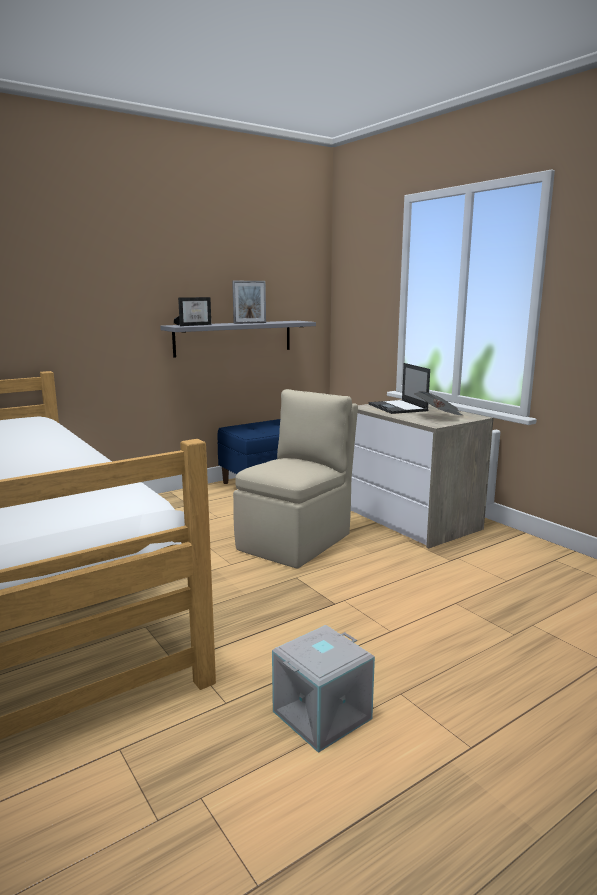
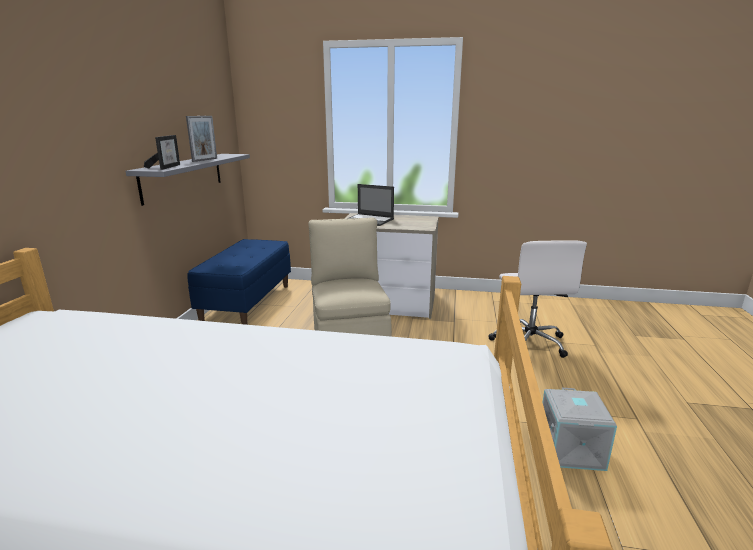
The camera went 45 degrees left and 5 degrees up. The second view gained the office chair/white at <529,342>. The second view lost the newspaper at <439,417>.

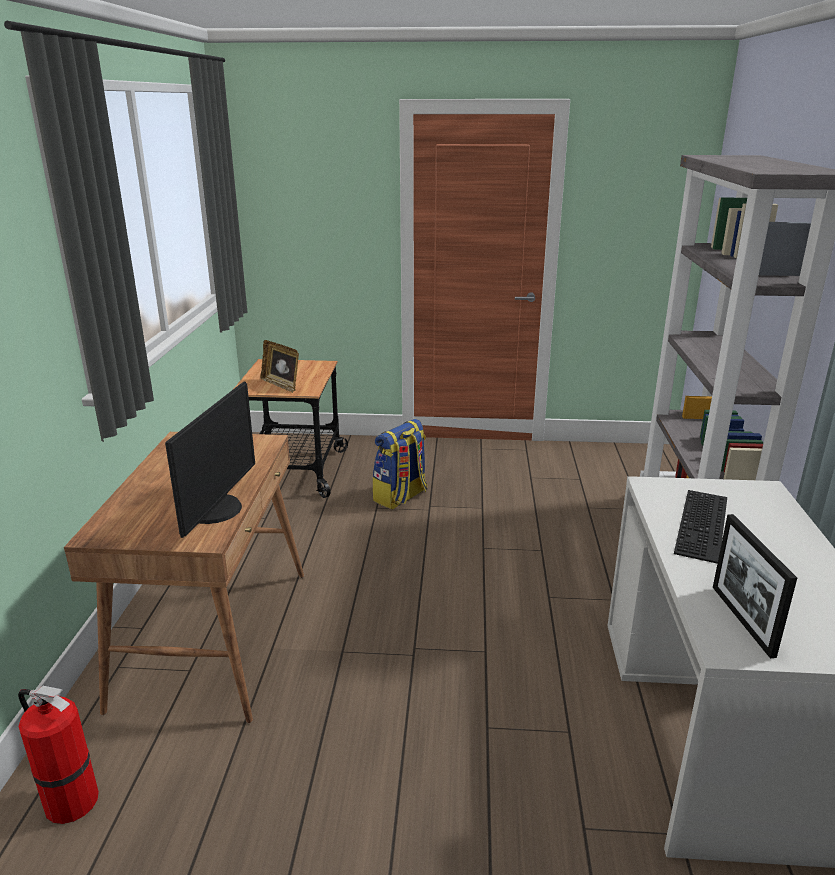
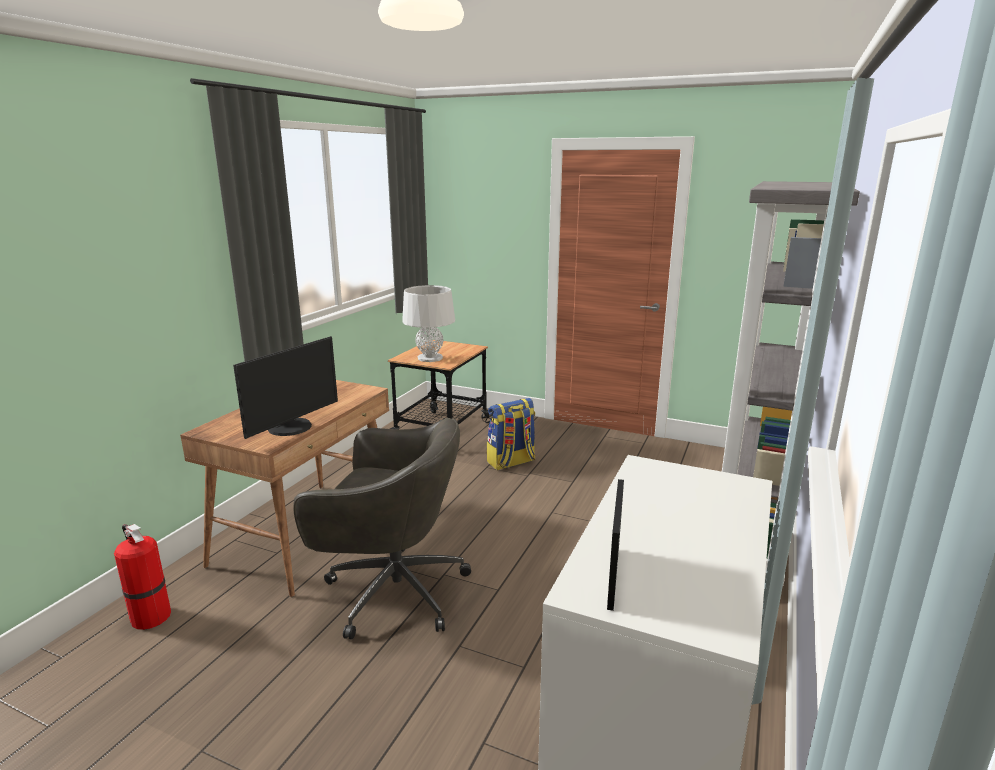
The camera went 20 degrees right and 5 degrees down. The second view gained the office chair/grey at <392,591>. Where the picture frame stood at <281,385>, the table lamp/grey came to stand at <430,358>. The second view lost the keyboard at <704,525>.

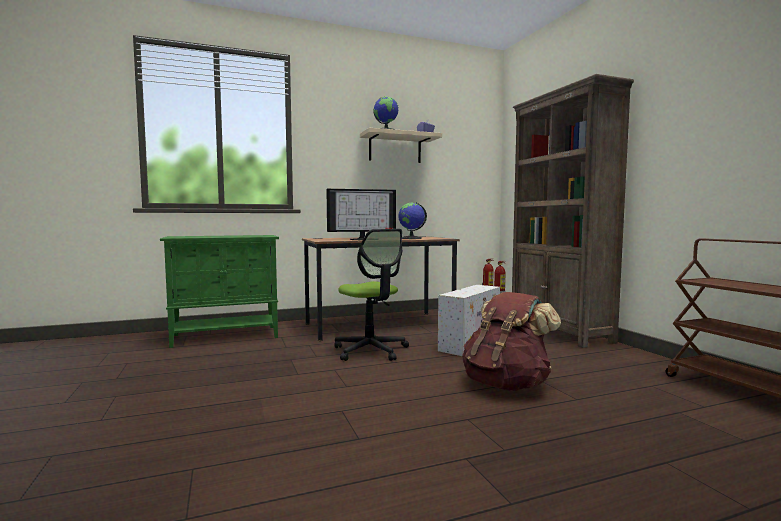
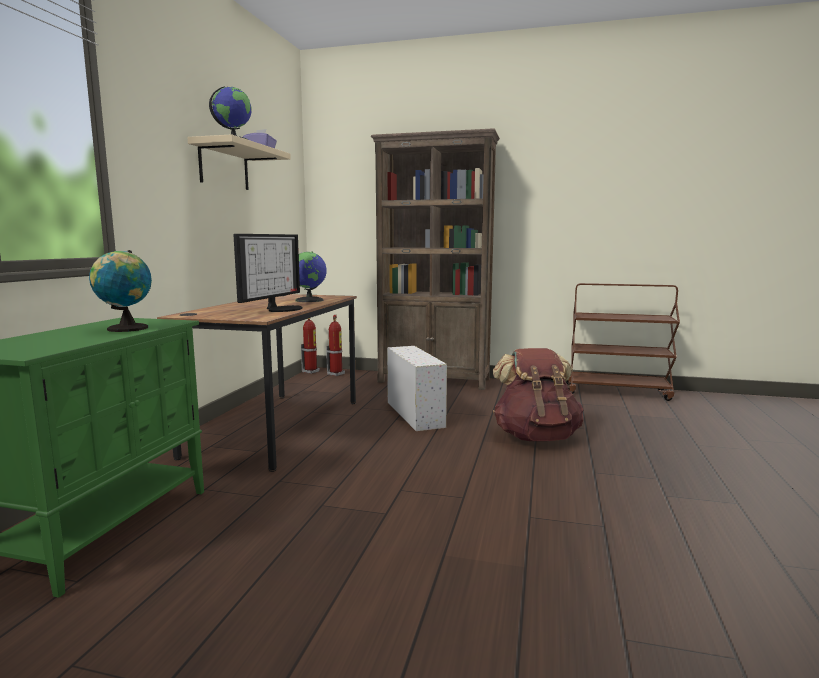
The camera went 55 degrees left and 5 degrees up. The second view gained the globe at <125,329>. The second view lost the office chair at <370,350>.

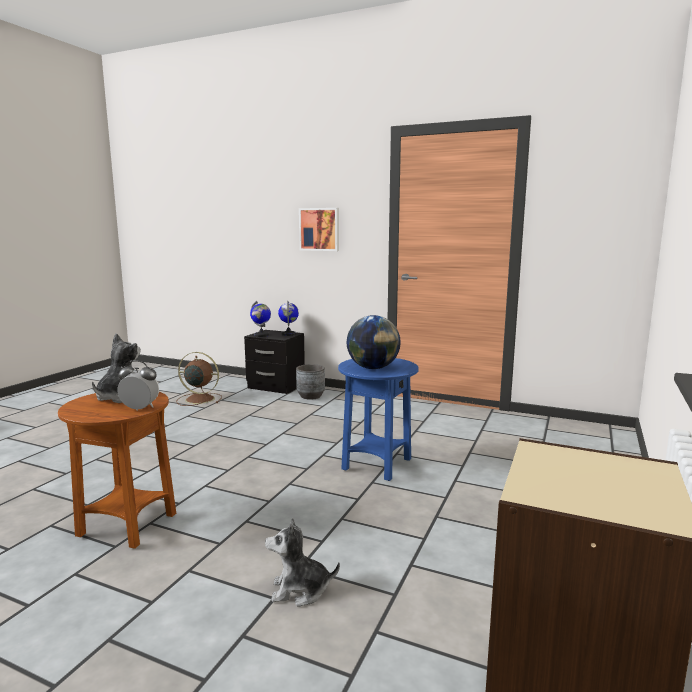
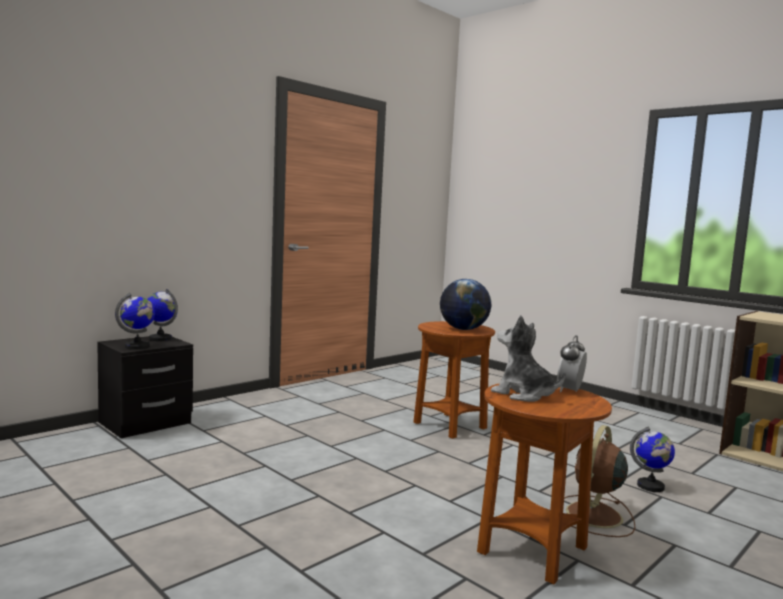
The camera went 70 degrees left and 5 degrees down. What was the side table/blue at <376,465> turned into the side table/brown at <449,426>. The fan/brown ended up elsewhere, having gone from <198,399> to <593,516>. Where the plush toy stood at <300,590>, the globe came to stand at <650,486>. The second view lost the planter/grey at <311,396>. The second view lost the picture at <320,229>.

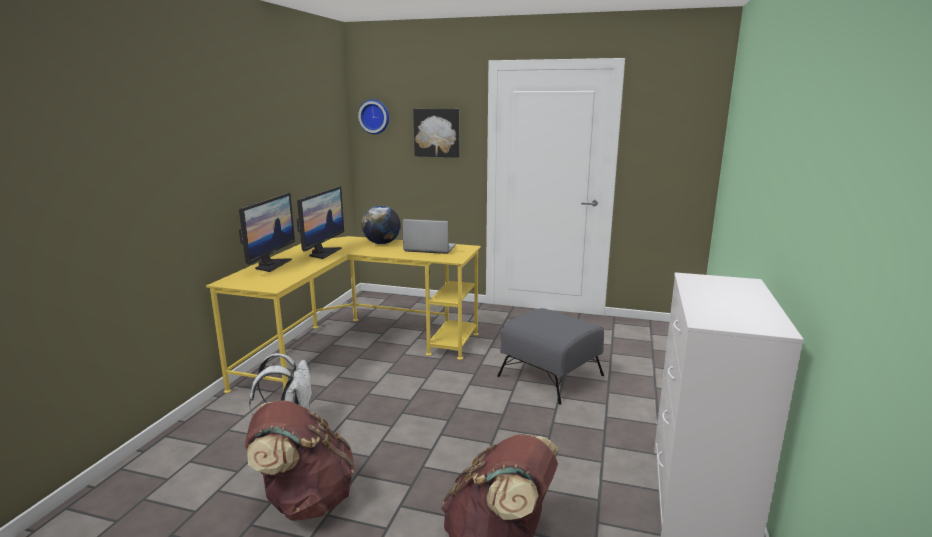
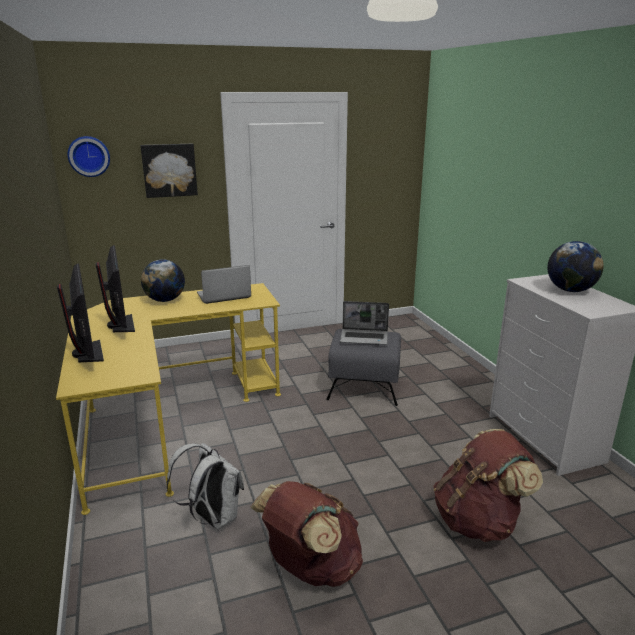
The camera went 35 degrees left and 5 degrees up. The second view gained the laptop at <365,338>. The second view gained the globe at <570,290>.

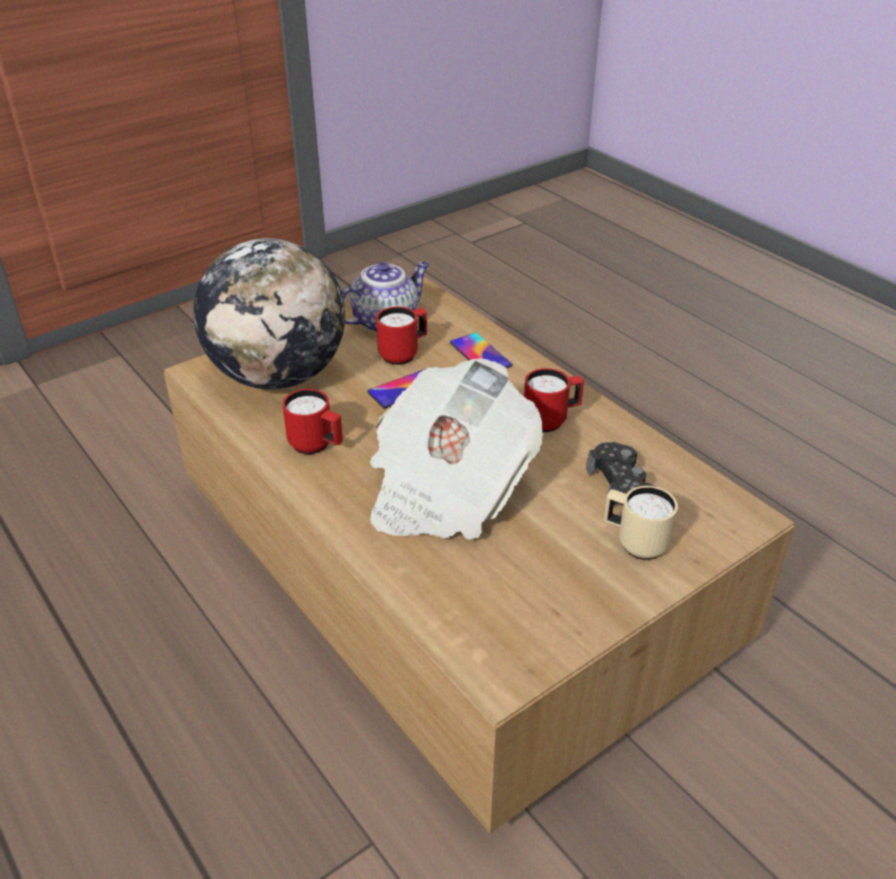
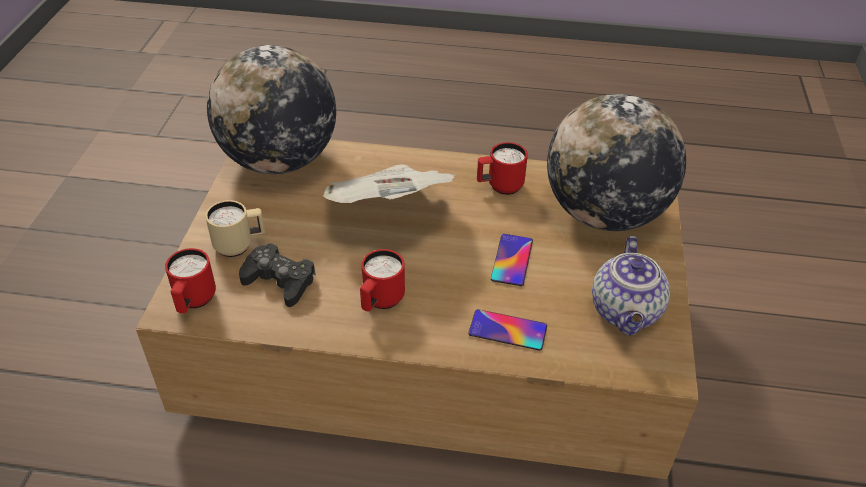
The camera went 135 degrees right and 5 degrees up. The mug/red ended up elsewhere, having gone from <403,354> to <194,302>. The second view gained the globe at <279,160>.

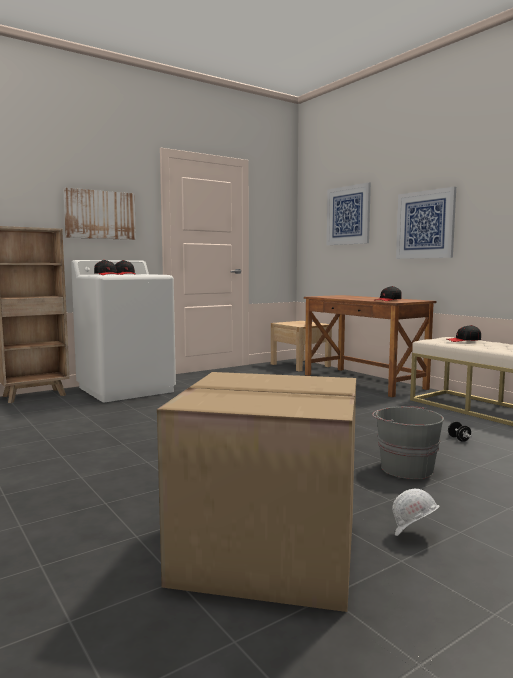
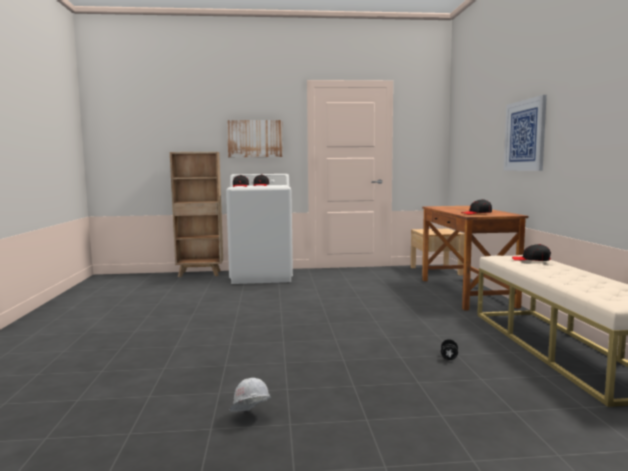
The camera went 30 degrees right and 0 degrees up. The second view lost the cardboard box at <265,550>. The second view lost the picture at <348,215>. The second view lost the bucket/grey at <405,468>.

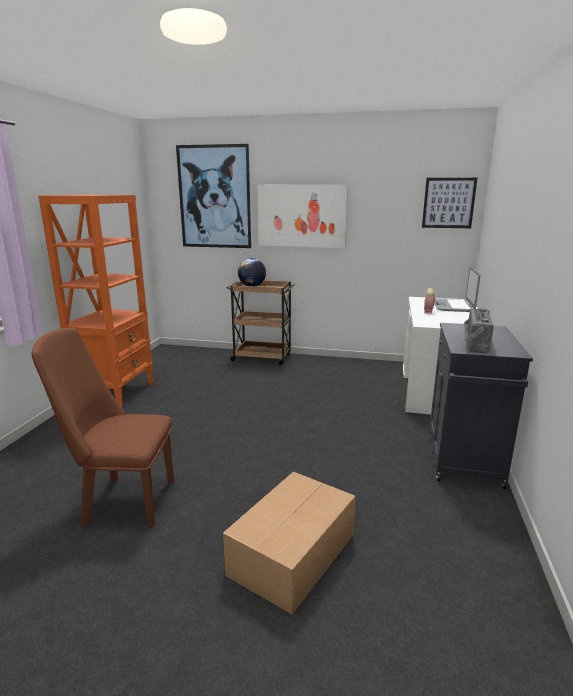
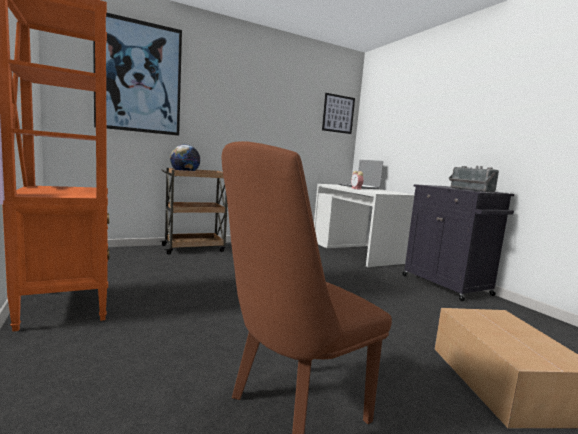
The camera went 40 degrees left and 10 degrees down. The second view lost the picture at <301,216>.

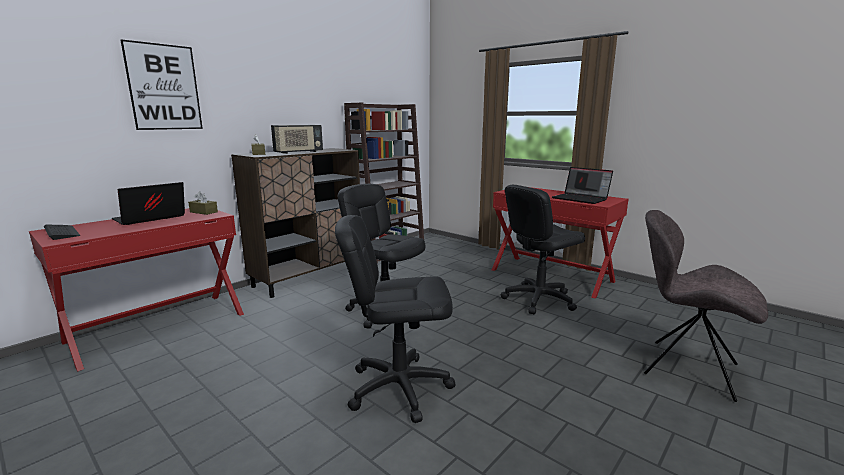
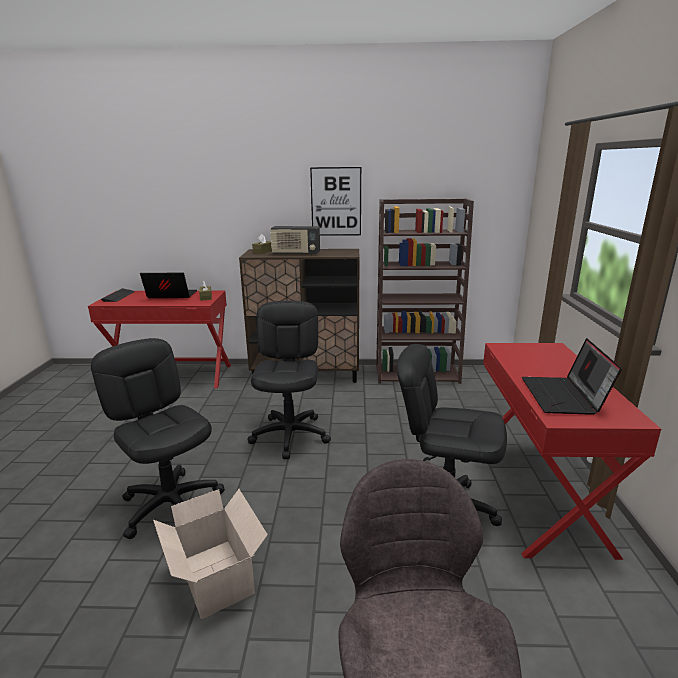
The camera went 50 degrees right and 5 degrees up. The second view gained the cardboard box at <216,579>. The picture ended up elsewhere, having gone from <164,87> to <336,202>.

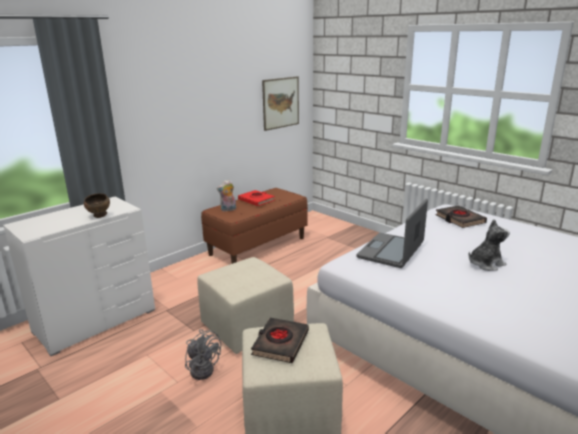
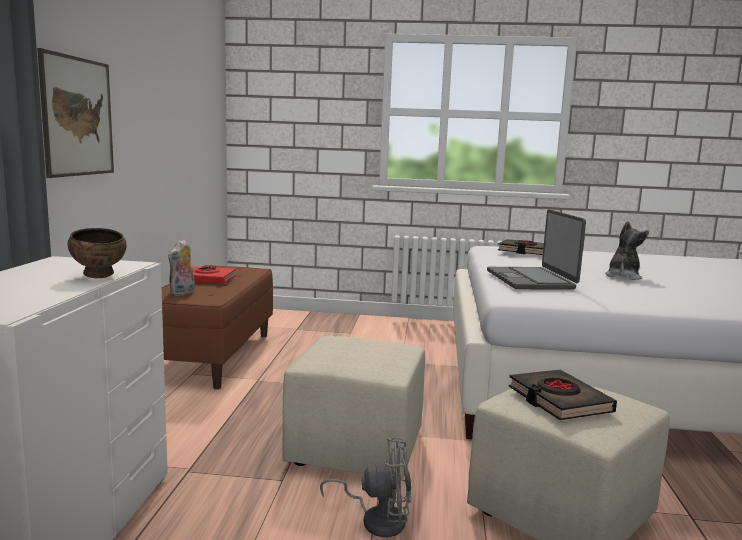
The camera went 40 degrees left and 10 degrees down. The picture ended up elsewhere, having gone from <281,103> to <78,117>.

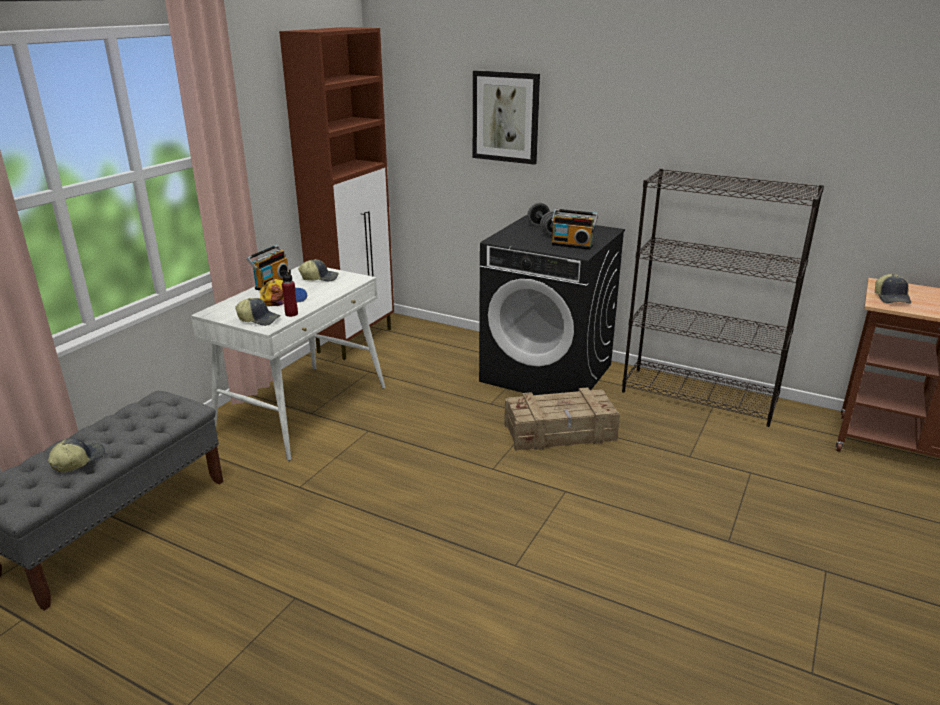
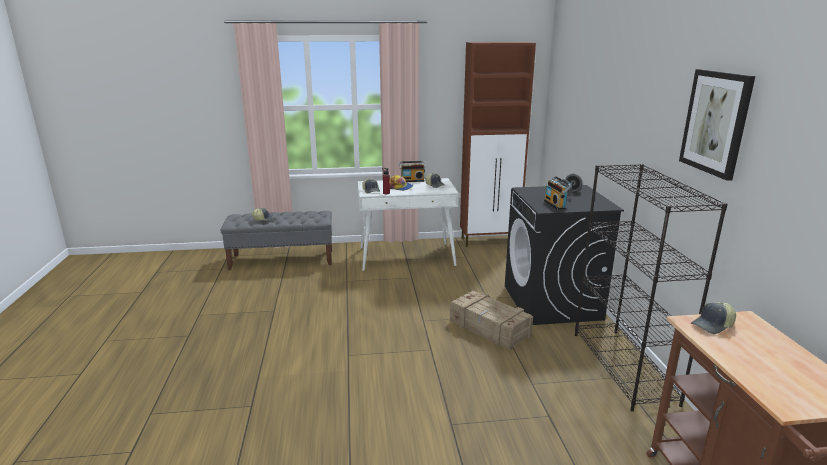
The camera went 55 degrees right and 5 degrees down. The picture ended up elsewhere, having gone from <506,117> to <716,122>.

